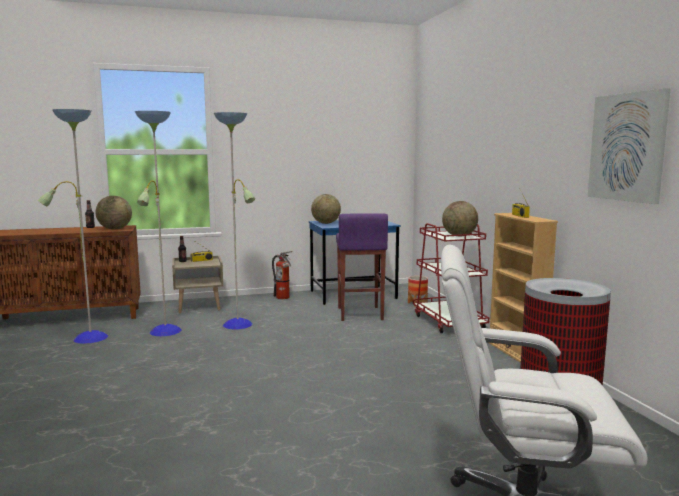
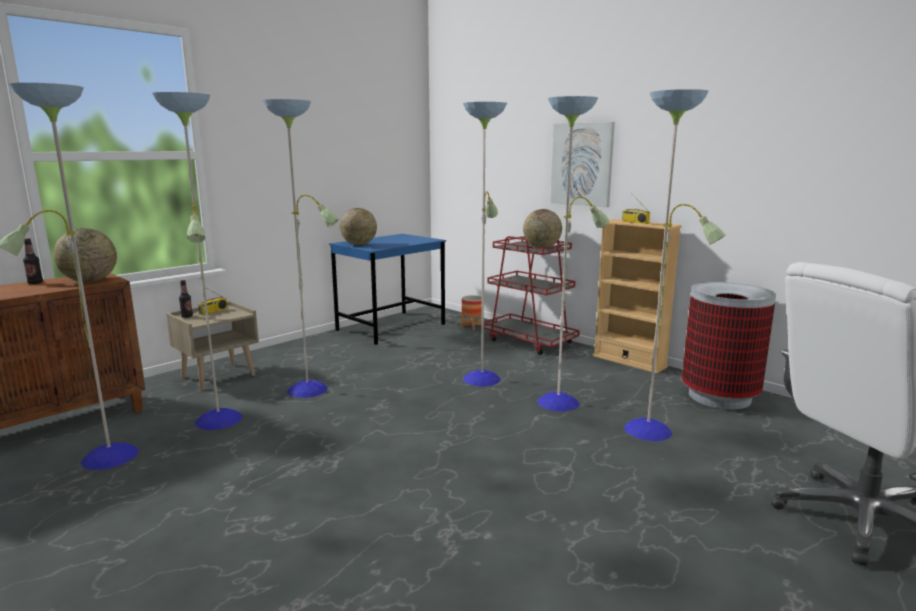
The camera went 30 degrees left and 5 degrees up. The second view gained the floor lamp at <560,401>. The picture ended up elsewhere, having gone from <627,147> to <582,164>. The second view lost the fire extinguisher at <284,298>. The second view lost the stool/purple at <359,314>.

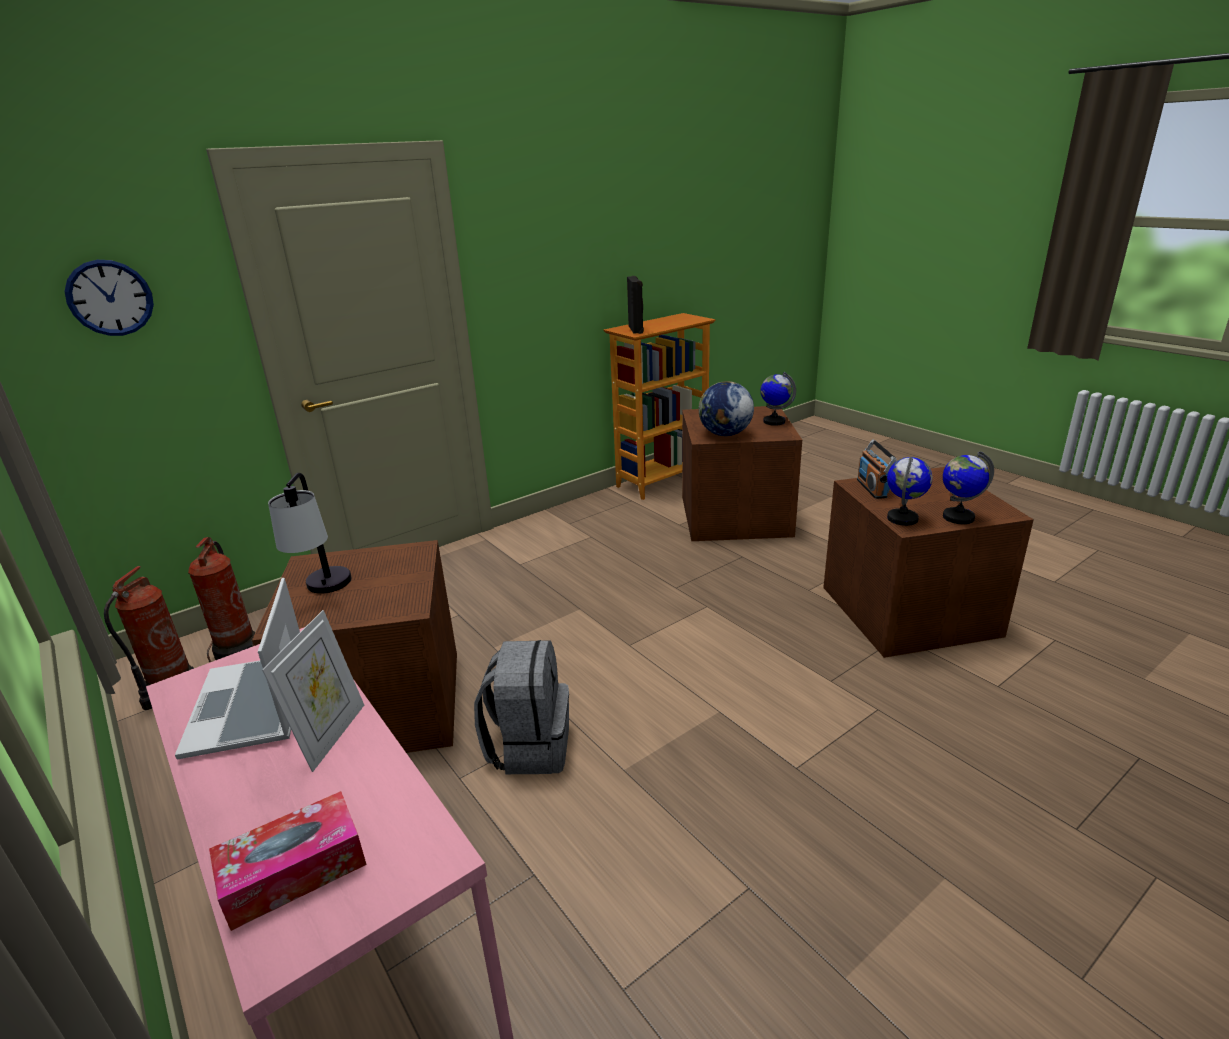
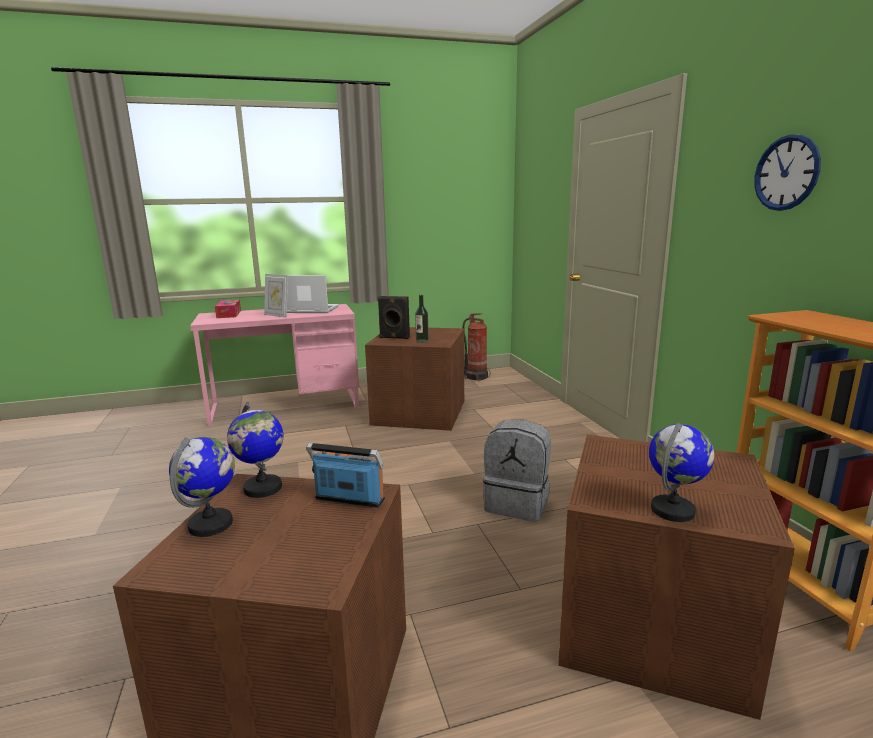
The camera went 110 degrees right and 10 degrees down. The speaker/black ended up elsewhere, having gone from <636,329> to <394,338>. The second view gained the bottle at <422,341>. The backpack/grey ended up elsewhere, having gone from <529,746> to <517,503>. The wall clock ended up elsewhere, having gone from <110,298> to <786,173>. The second view lost the fire extinguisher at <240,650>. The second view lost the table lamp at <325,593>. The second view lost the globe at <724,434>.

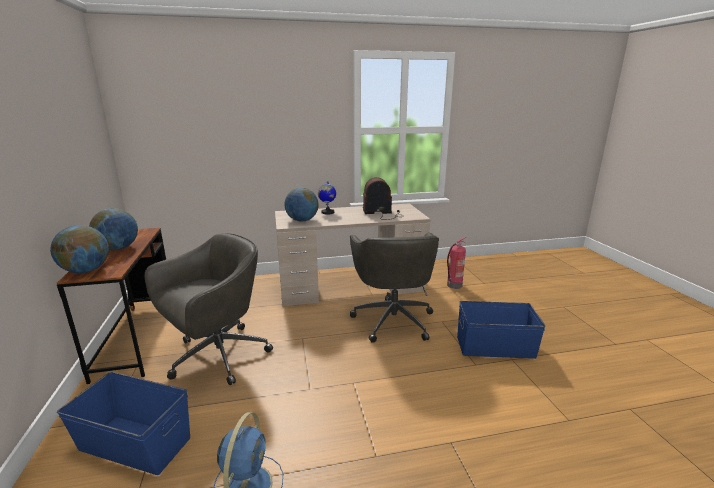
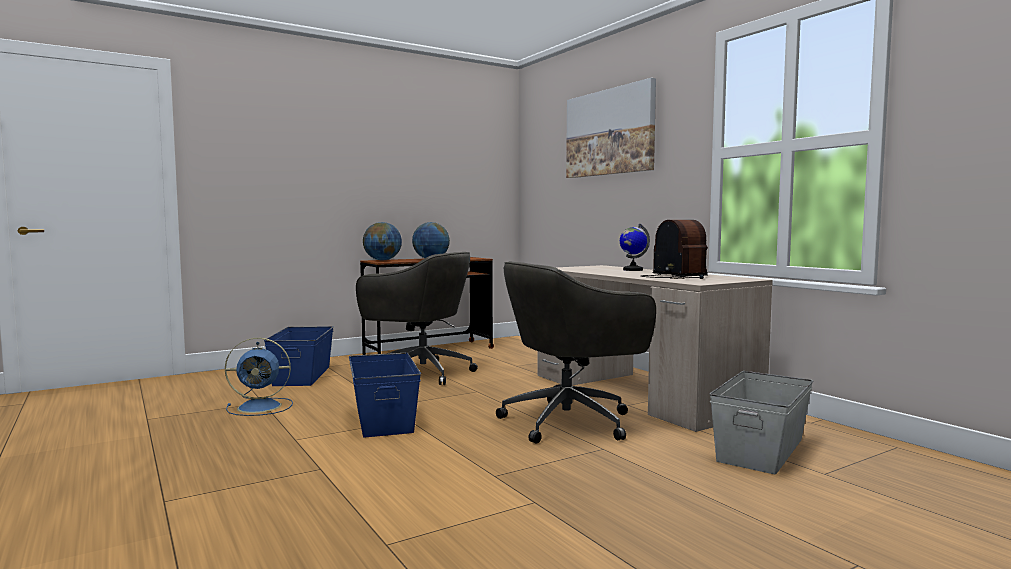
The camera went 70 degrees right and 15 degrees down. The storage box/blue ended up elsewhere, having gone from <494,346> to <384,418>. The second view gained the picture at <609,132>. Where the fire extinguisher stood at <454,285>, the storage box/grey came to stand at <759,449>. The second view lost the globe at <302,220>.

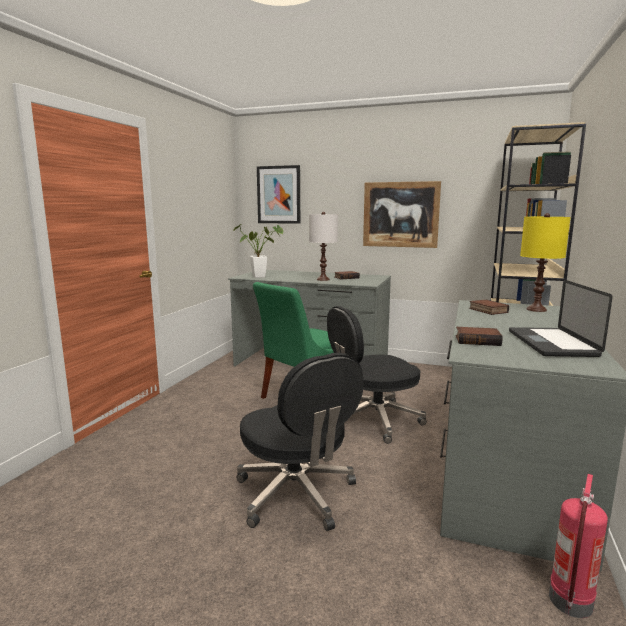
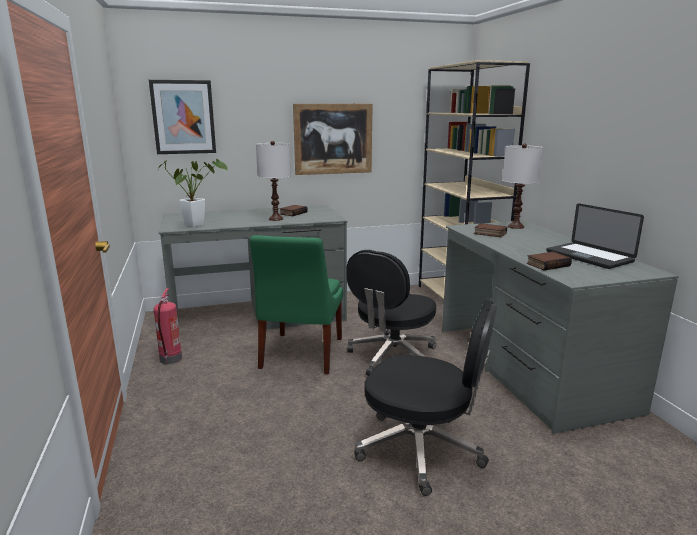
The camera went 35 degrees left and 5 degrees up. The fire extinguisher ended up elsewhere, having gone from <571,603> to <171,359>. What was the table lamp/yellow at <536,309> turned into the table lamp/white at <516,227>.

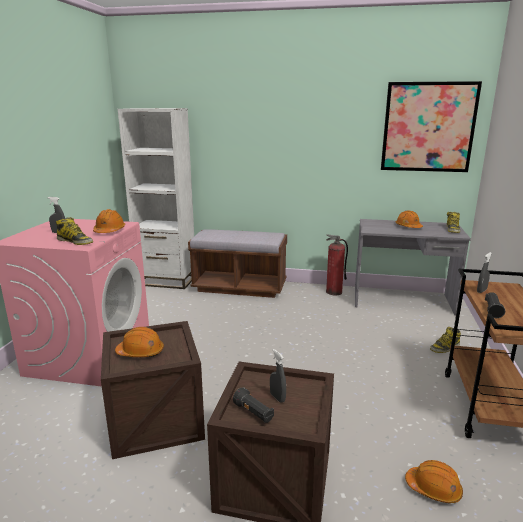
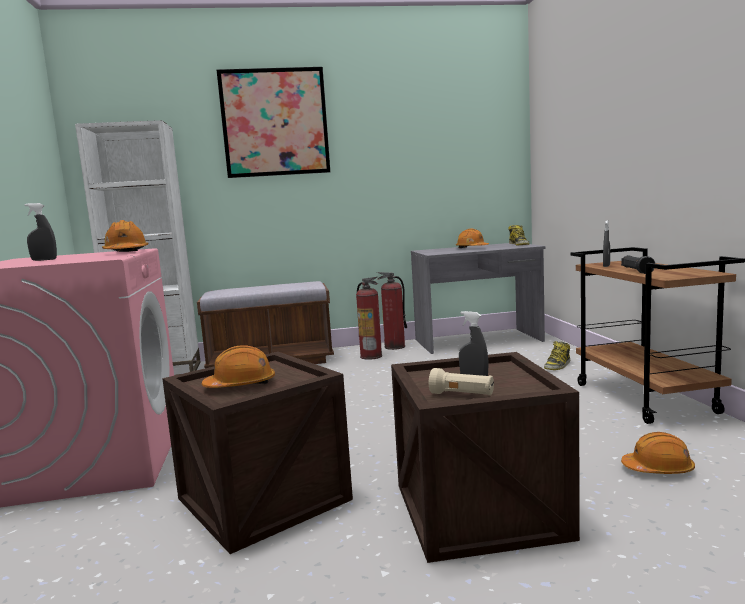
The camera went 20 degrees left and 10 degrees down. The picture ended up elsewhere, having gone from <428,127> to <275,123>. The second view gained the fire extinguisher at <371,356>. What was the flashlight/black at <254,413> turned into the flashlight/beige at <462,395>. The second view lost the boot at <75,241>.

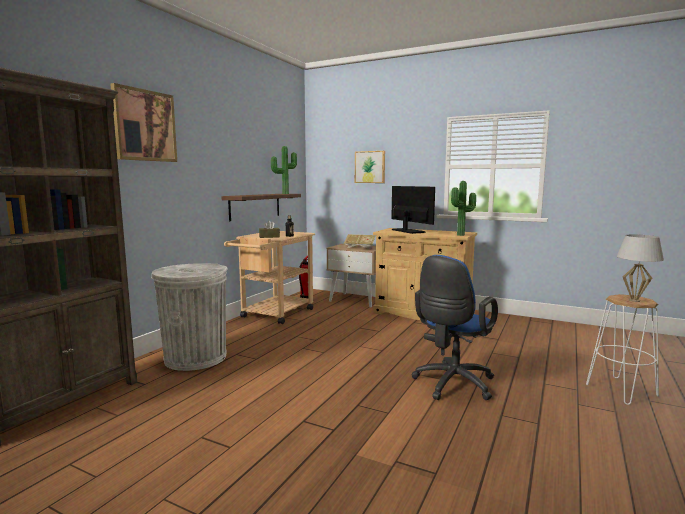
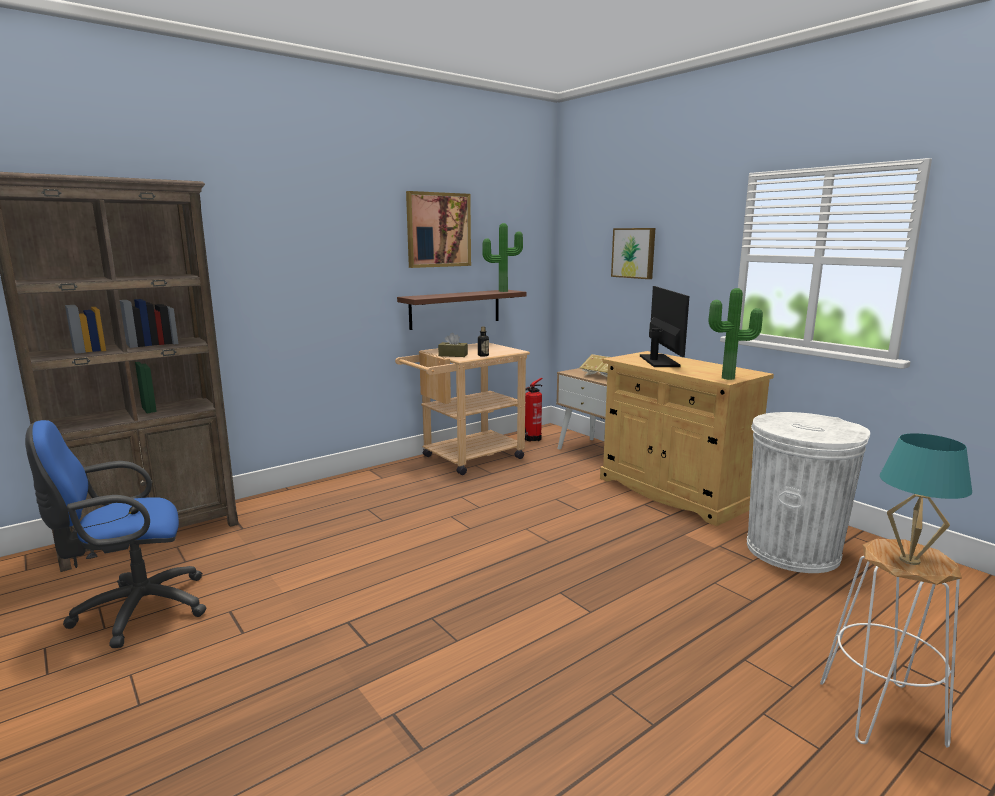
The camera went 25 degrees right and 5 degrees up. The office chair/blue ended up elsewhere, having gone from <451,385> to <134,611>. The picture ended up elsewhere, having gone from <144,125> to <438,230>. The trash can/white ended up elsewhere, having gone from <195,358> to <792,550>. What was the table lamp/white at <634,300> turned into the table lamp/turquoise at <909,560>.

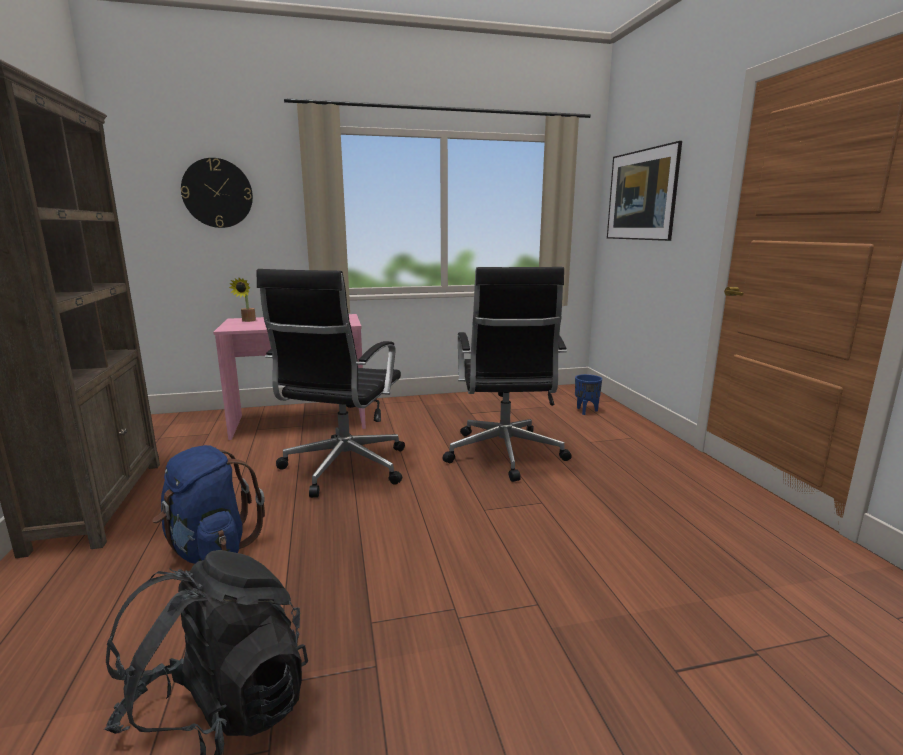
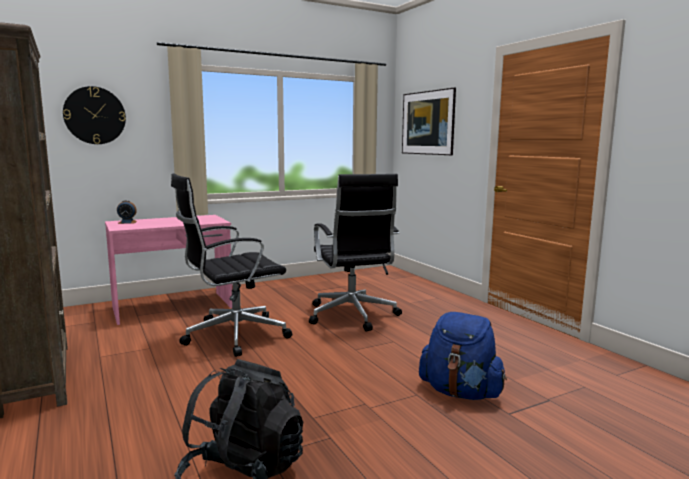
The camera went 15 degrees left and 5 degrees down. Where the potted plant stood at <247,321>, the alarm clock came to stand at <127,222>. The office chair/black at <343,469> ended up facing another way, 60 degrees clockwise from before. The backpack/blue ended up elsewhere, having gone from <210,549> to <461,392>. The second view lost the planter/blue at <586,411>.

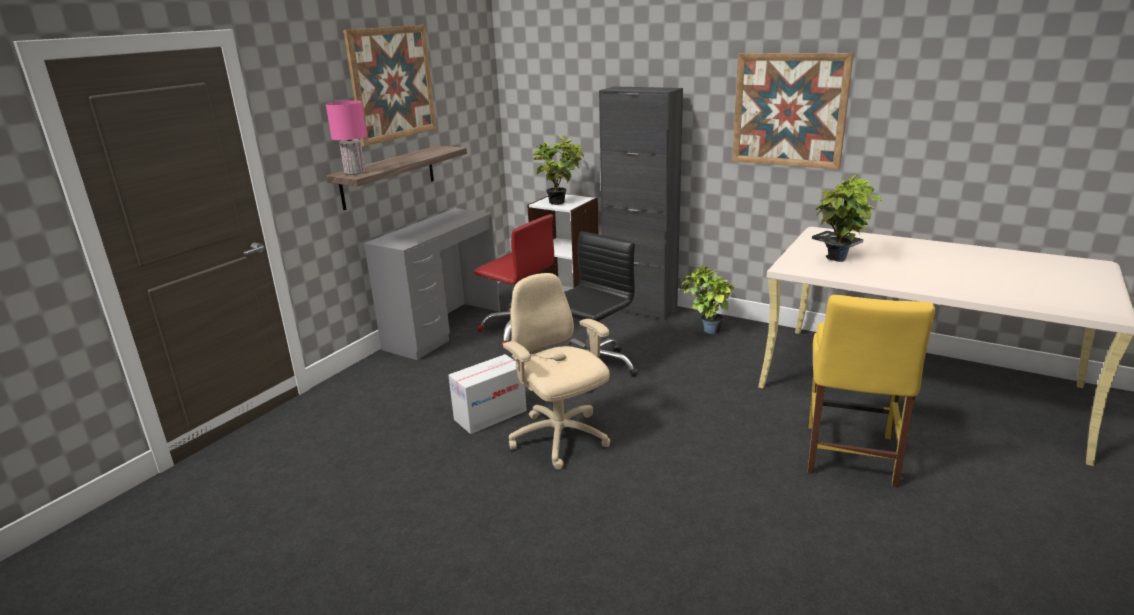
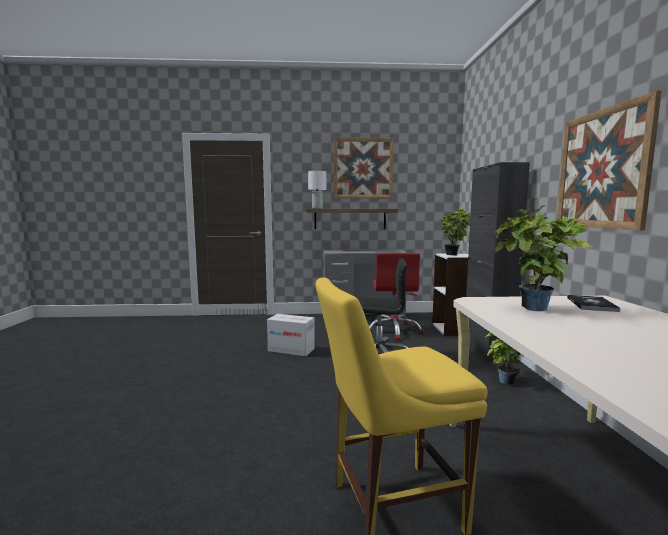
The camera went 55 degrees right and 15 degrees down. What was the table lamp/pink at <355,172> turned into the table lamp/white at <317,208>. The second view lost the office chair/beige at <560,439>.

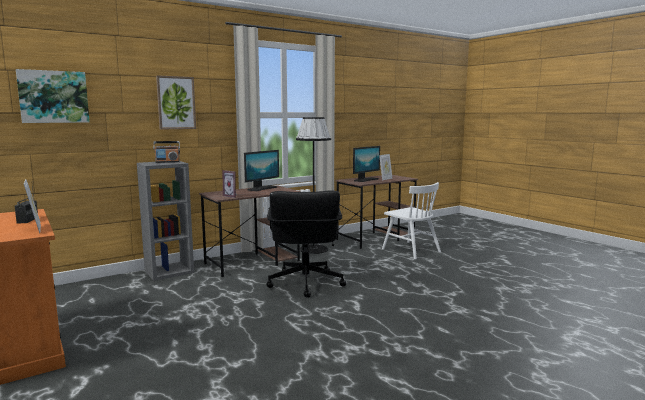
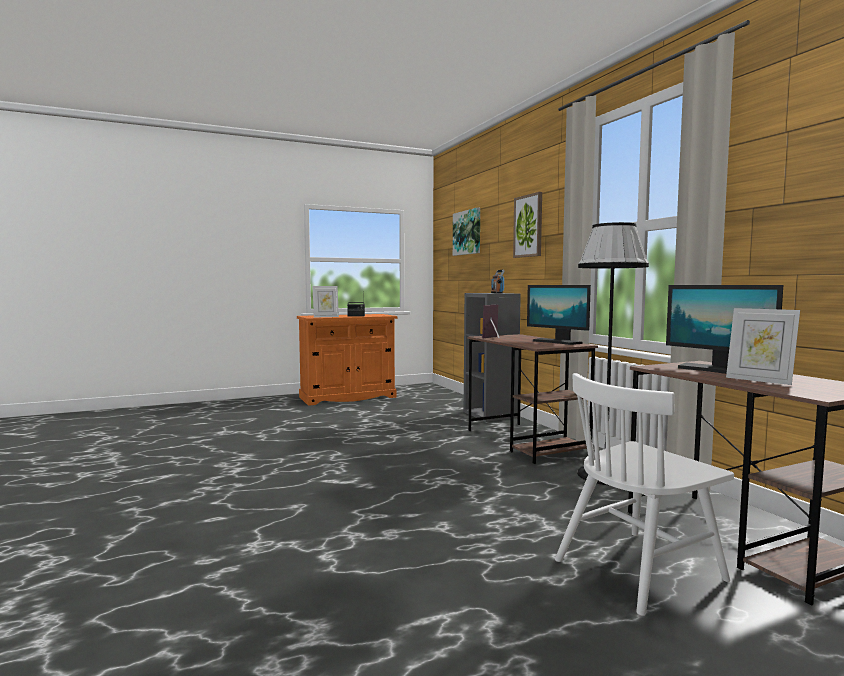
The camera went 100 degrees right and 5 degrees down. The second view lost the office chair/black at <305,283>.

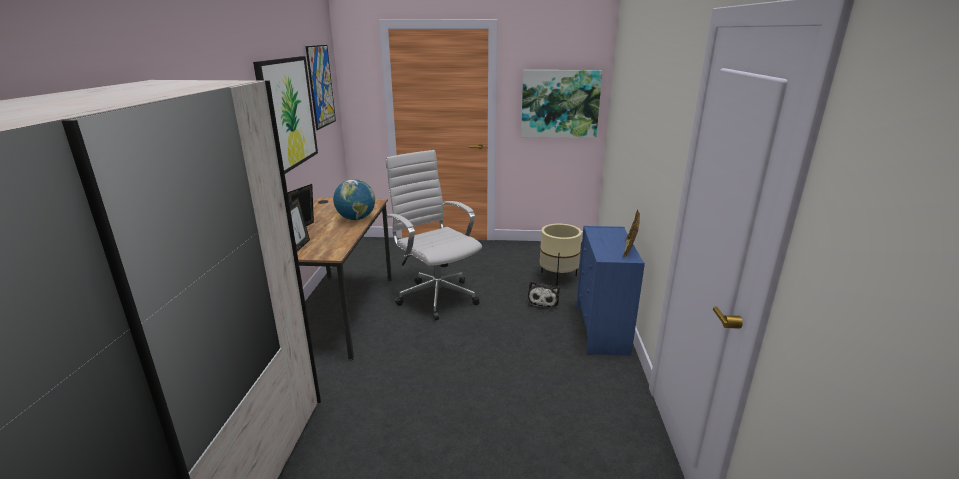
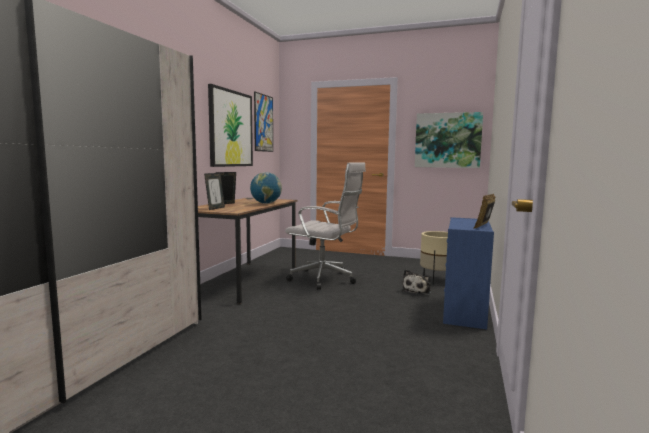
The camera went 15 degrees right and 15 degrees down. The office chair/white at <436,296> ended up facing another way, 135 degrees clockwise from before.

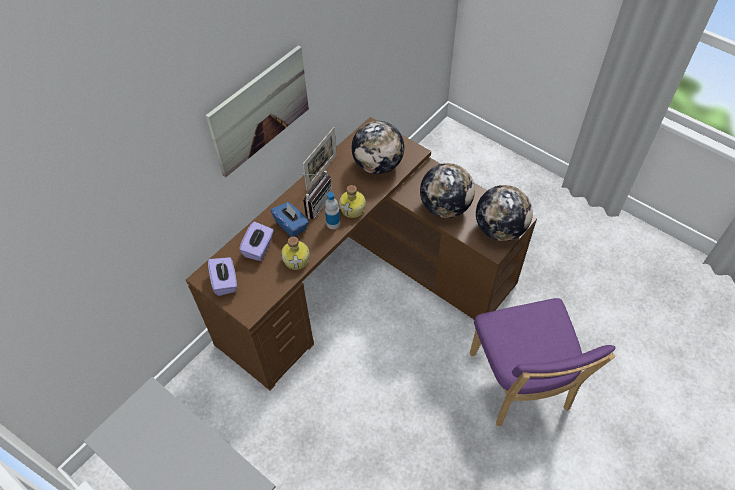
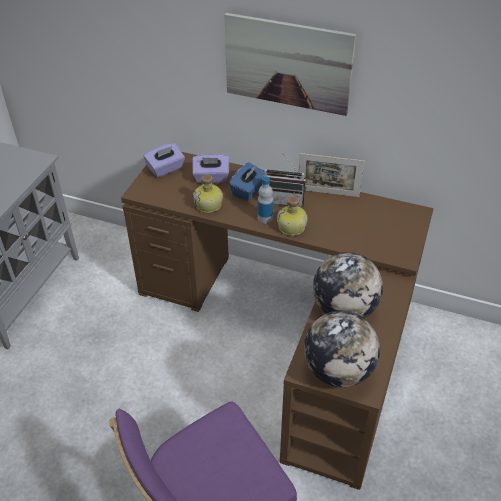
The camera went 70 degrees right and 10 degrees down. The second view lost the globe at <378,165>.

